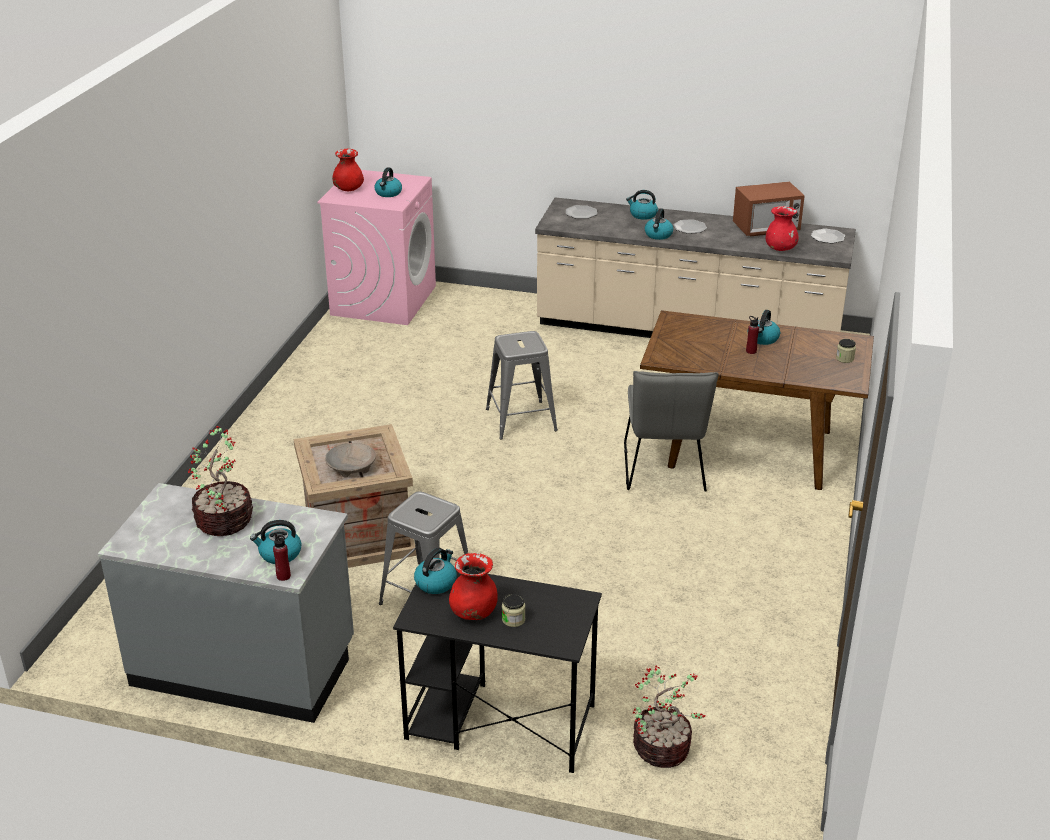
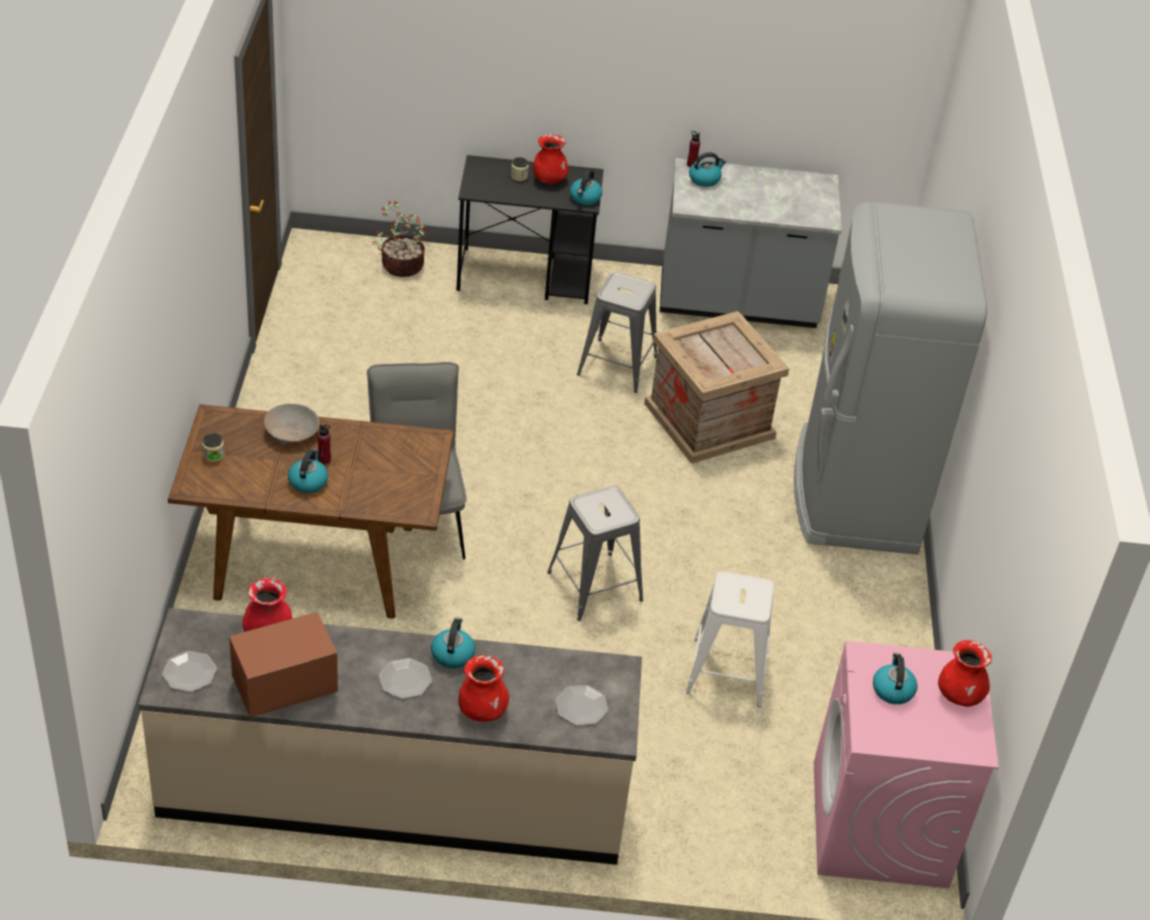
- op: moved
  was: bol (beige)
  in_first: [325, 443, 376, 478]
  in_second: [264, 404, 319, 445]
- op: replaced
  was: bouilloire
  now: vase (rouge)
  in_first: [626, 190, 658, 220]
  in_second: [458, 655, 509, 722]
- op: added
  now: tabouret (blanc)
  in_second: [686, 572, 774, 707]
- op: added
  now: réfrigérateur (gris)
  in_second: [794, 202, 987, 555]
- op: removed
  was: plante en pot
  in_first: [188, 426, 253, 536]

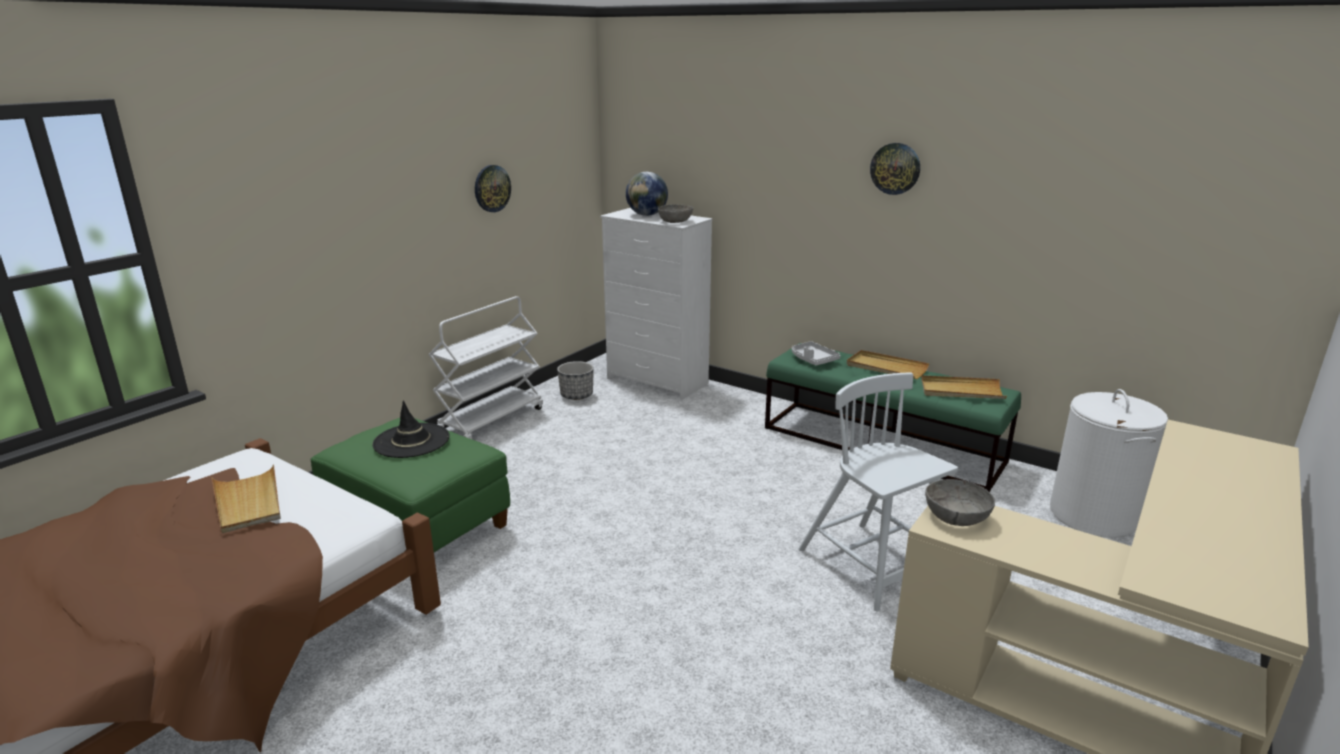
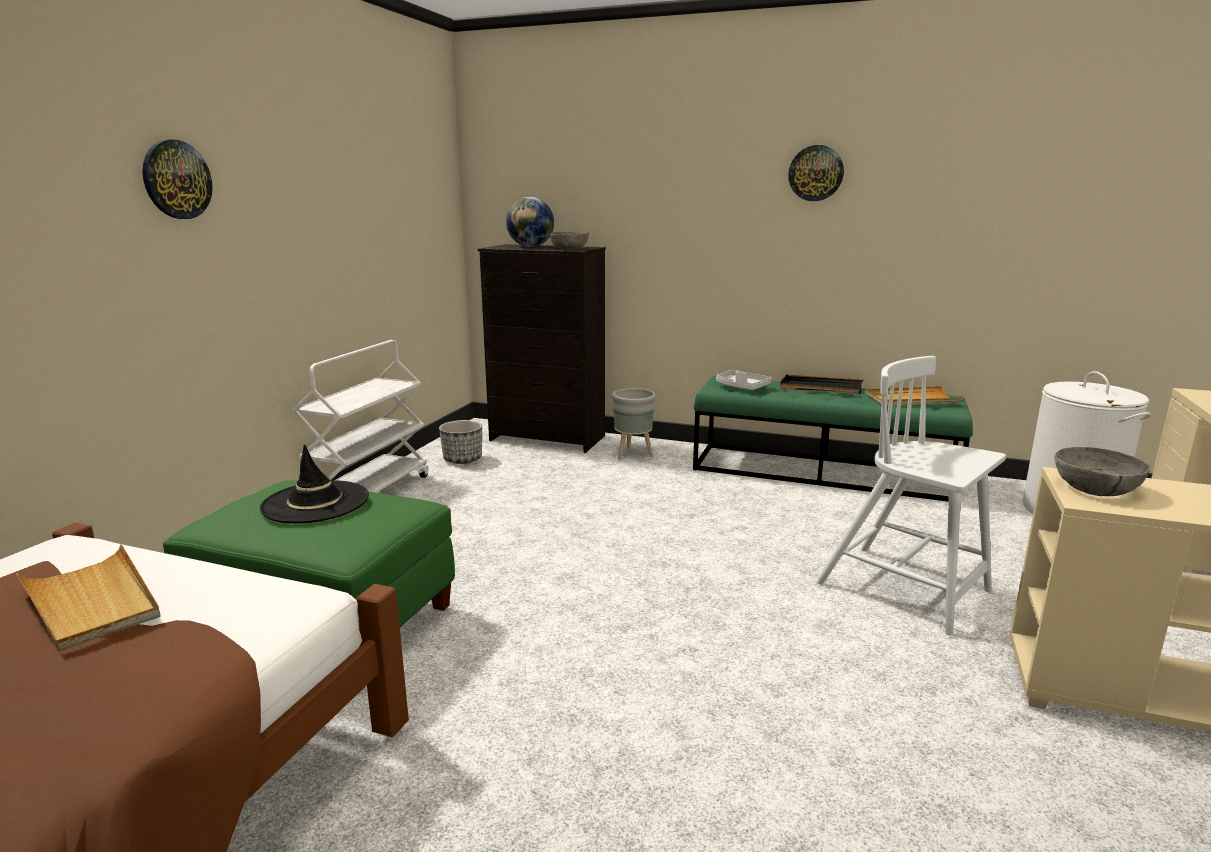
- op: moved
  was: horloge murale
  in_first: [475, 165, 511, 212]
  in_second: [142, 140, 212, 219]
- op: recoloured
  was: commode (blanc)
  now: commode (noir)
  in_first: [600, 208, 713, 400]
  in_second: [478, 244, 606, 453]
- op: added
  now: cache-pot (gris)
  in_second: [612, 388, 655, 460]
- op: recoloured
  was: plateau (beige)
  now: plateau (noir)
  in_first: [847, 350, 929, 379]
  in_second: [779, 375, 863, 394]

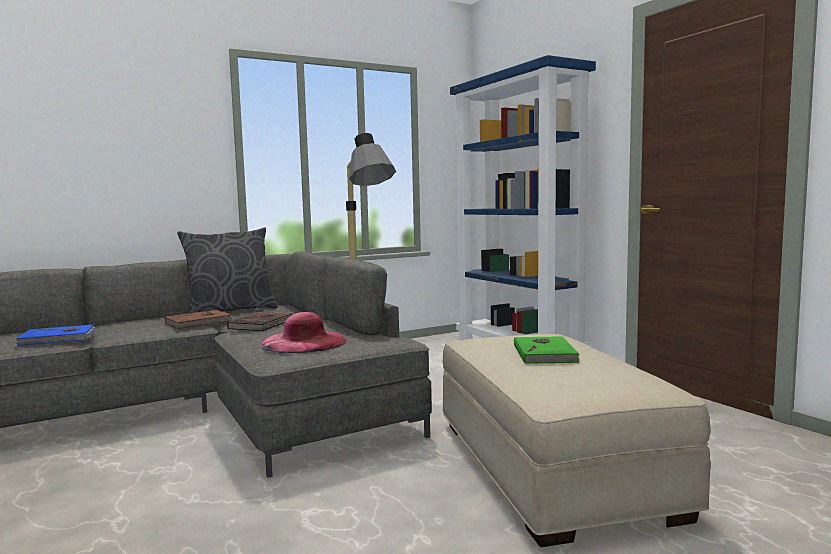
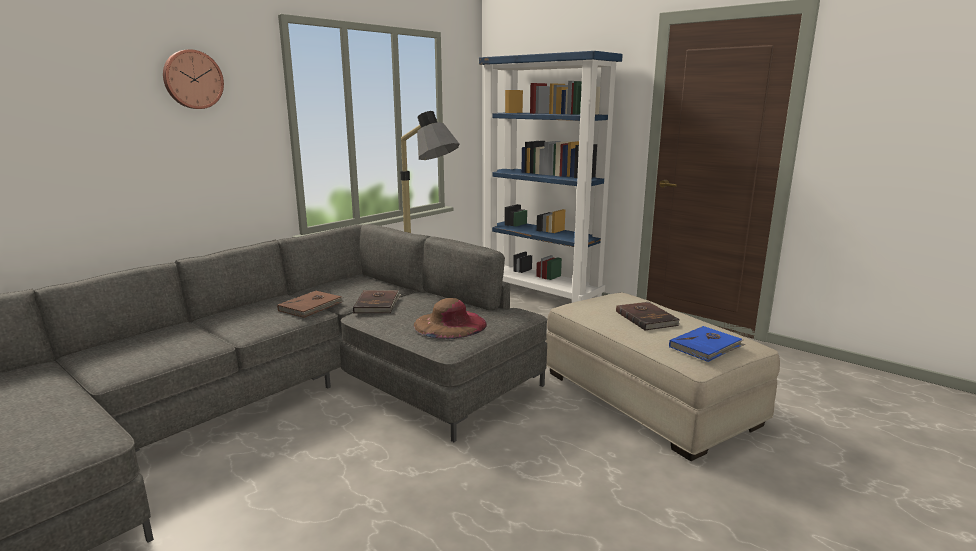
- op: added
  now: horloge murale
  in_second: [163, 49, 224, 109]
- op: recoloured
  was: chapeau (rose)
  now: chapeau (marron)
  in_first: [261, 312, 347, 353]
  in_second: [414, 298, 487, 339]
- op: recoloured
  was: livre (vert)
  now: livre (marron)
  in_first: [514, 336, 580, 364]
  in_second: [616, 302, 680, 331]
- op: moved
  was: livre (bleu)
  in_first: [16, 324, 96, 346]
  in_second: [669, 326, 745, 362]
- op: removed
  was: coussin (gris)
  in_first: [177, 227, 277, 314]

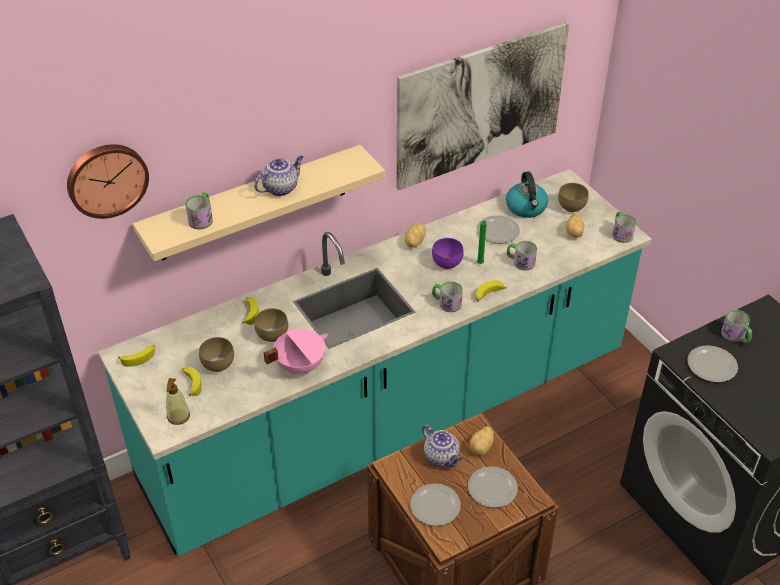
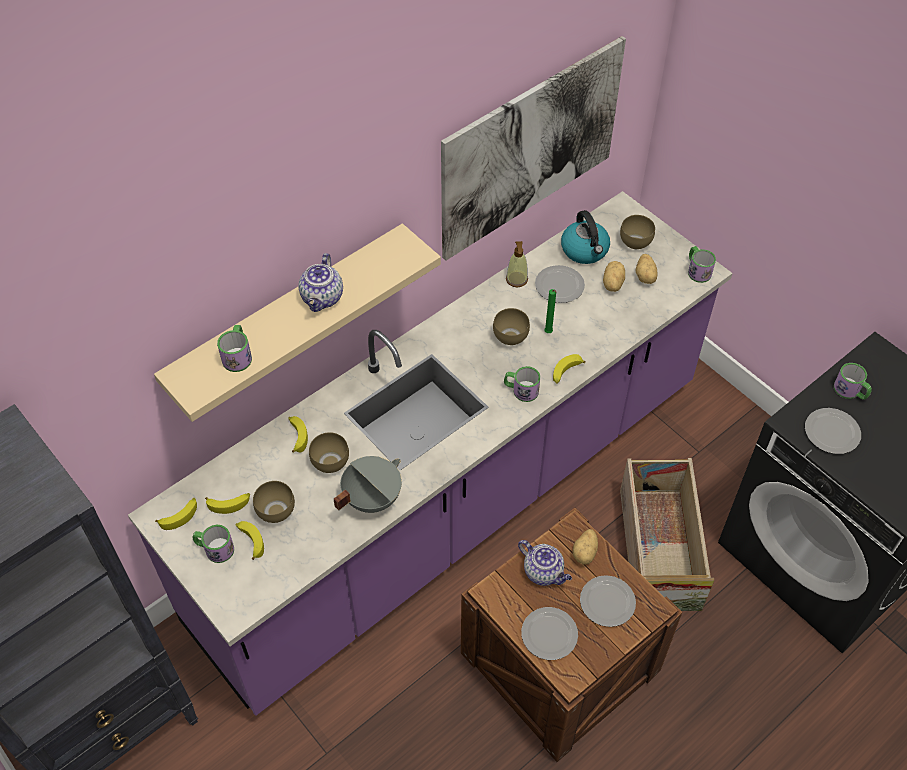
- op: recoloured
  was: comptoir de cuisine (turquoise)
  now: comptoir de cuisine (violet)
  in_first: [98, 169, 652, 556]
  in_second: [128, 191, 732, 716]
- op: moved
  was: mug
  in_first: [507, 241, 537, 271]
  in_second: [192, 525, 234, 563]
- op: added
  now: banane
  in_second: [205, 493, 250, 514]
- op: turned
  was: théière
  in_first: [254, 156, 303, 196]
  in_second: [299, 253, 343, 312]
  clockwise: 150
- op: recoloured
  was: marmite (rose)
  now: marmite (gris)
  in_first: [264, 329, 328, 374]
  in_second: [334, 456, 402, 513]
- op: recoloured
  was: bol (violet)
  now: bol (marron)
  in_first: [432, 238, 463, 269]
  in_second: [493, 308, 530, 345]
- op: moved
  was: distributeur de savon
  in_first: [166, 378, 190, 425]
  in_second: [506, 241, 528, 288]
- op: moved
  was: pomme de terre
  in_first: [405, 222, 426, 248]
  in_second: [603, 261, 625, 292]
- op: added
  now: caisse
  in_second: [620, 458, 714, 611]
- op: removed
  was: horloge murale
  in_first: [67, 144, 149, 219]

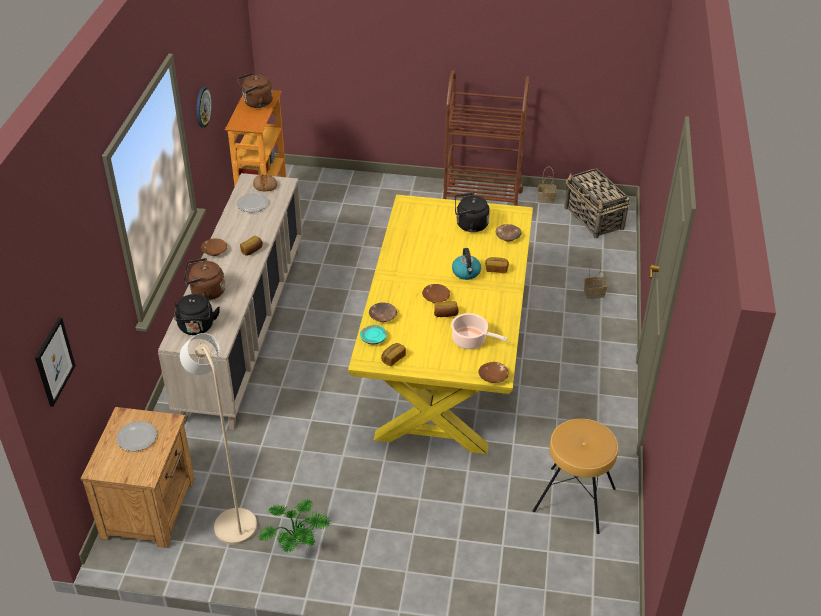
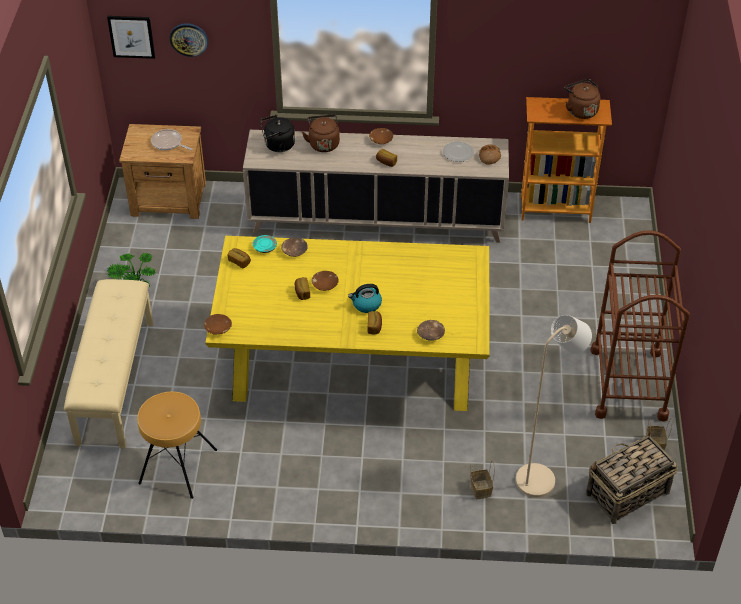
- op: added
  now: banc (beige)
  in_second: [64, 279, 153, 448]
- op: replaced
  was: assiette
  now: poêle
  in_first: [117, 421, 157, 451]
  in_second: [151, 129, 192, 150]
- op: moved
  was: horloge murale
  in_first: [196, 87, 212, 128]
  in_second: [170, 23, 208, 57]
- op: moved
  was: lampadaire (beige)
  in_first: [180, 333, 257, 545]
  in_second: [515, 315, 592, 497]
- op: removed
  was: marmite
  in_first: [451, 313, 508, 349]
- op: removed
  was: bouilloire (noir)
  in_first: [455, 193, 490, 232]

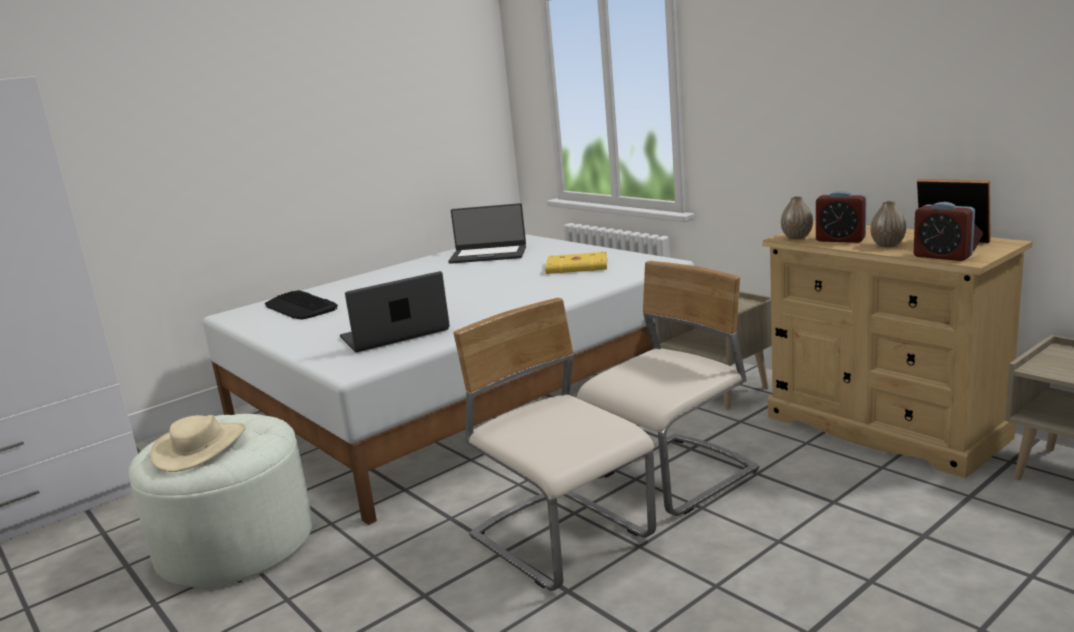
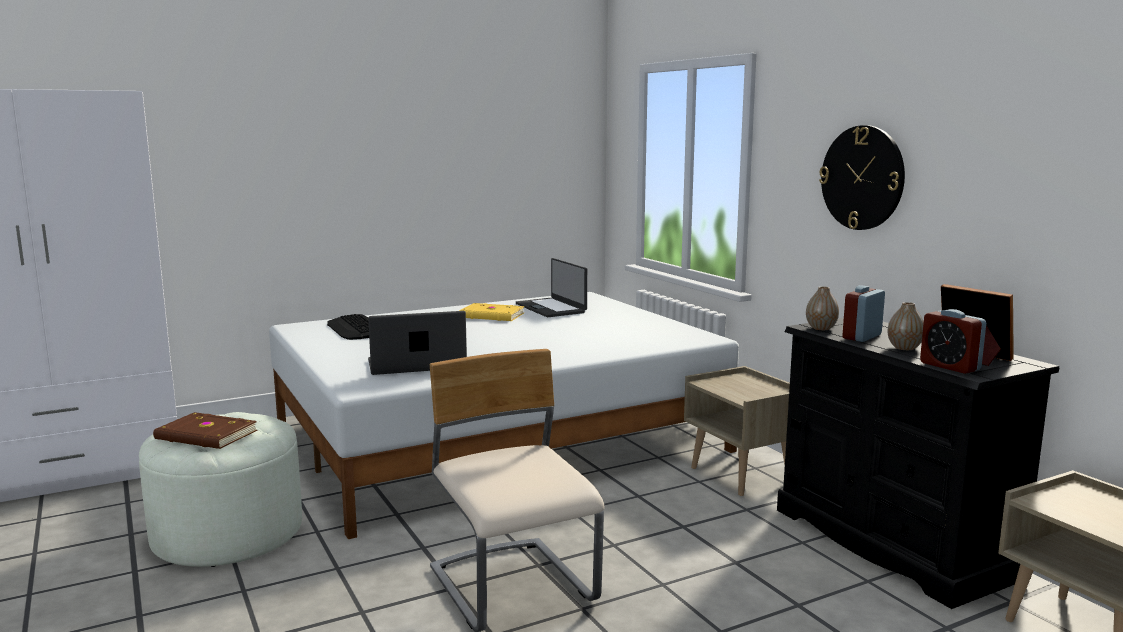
- op: replaced
  was: chapeau (beige)
  now: livre (marron)
  in_first: [150, 415, 246, 472]
  in_second: [153, 412, 257, 449]
- op: moved
  was: livre (jaune)
  in_first: [545, 252, 607, 274]
  in_second: [459, 303, 524, 321]
- op: turned
  was: ordinateur portable
  in_first: [449, 203, 526, 264]
  in_second: [516, 258, 587, 317]
  clockwise: 45
- op: recoloured
  was: commode (beige)
  now: commode (noir)
  in_first: [762, 221, 1032, 479]
  in_second: [777, 318, 1059, 609]
- op: added
  now: horloge murale
  in_second: [819, 125, 905, 230]
- op: turned
  was: réveil
  in_first: [816, 191, 867, 243]
  in_second: [842, 285, 885, 342]
  clockwise: 90
- op: removed
  was: chaise (beige)
  in_first: [577, 261, 759, 516]

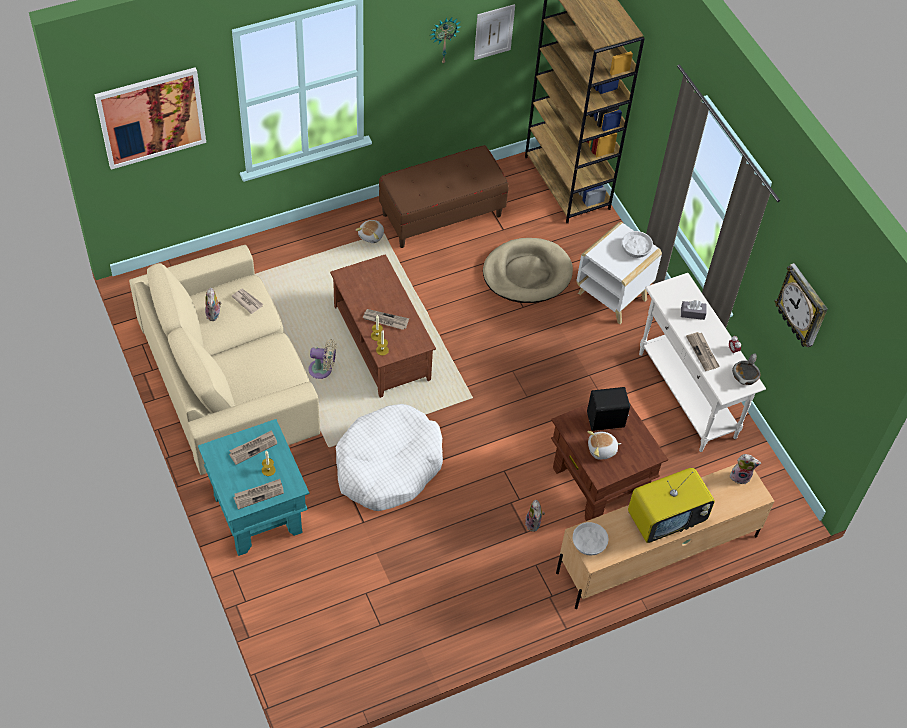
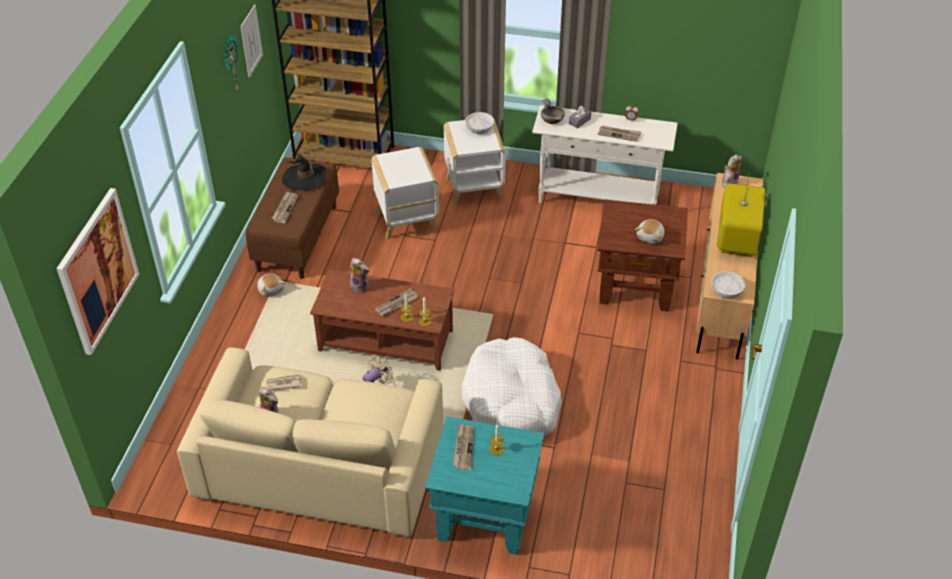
- op: moved
  was: journal
  in_first: [233, 479, 284, 510]
  in_second: [272, 191, 298, 223]
- op: added
  now: chapeau (noir)
  in_second: [282, 155, 326, 191]
- op: moved
  was: peluche
  in_first: [525, 500, 545, 532]
  in_second: [350, 258, 369, 293]
- op: replaced
  was: panier pour chien (beige)
  now: table d'appoint (blanc)
  in_first: [483, 238, 573, 303]
  in_second: [372, 147, 439, 239]
- op: moved
  was: bol (gris)
  in_first: [732, 353, 760, 385]
  in_second: [541, 99, 565, 124]
- op: removed
  was: enceinte (noir)
  in_first: [587, 387, 631, 431]
- op: removed
  was: horloge murale
  in_first: [774, 263, 828, 347]

